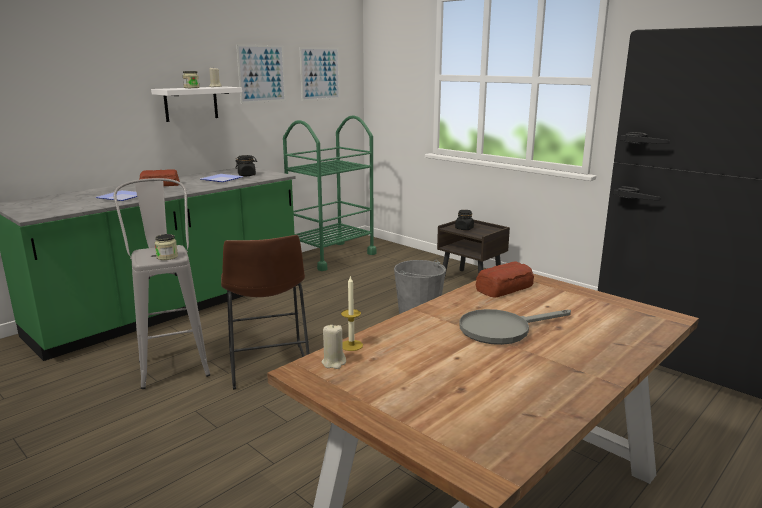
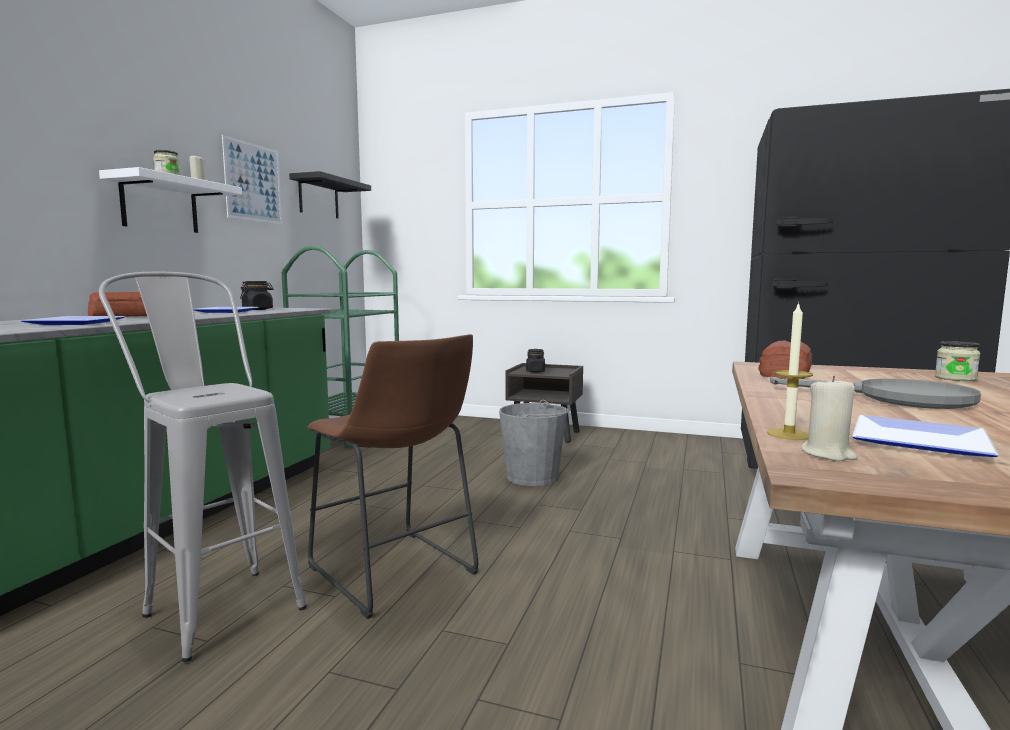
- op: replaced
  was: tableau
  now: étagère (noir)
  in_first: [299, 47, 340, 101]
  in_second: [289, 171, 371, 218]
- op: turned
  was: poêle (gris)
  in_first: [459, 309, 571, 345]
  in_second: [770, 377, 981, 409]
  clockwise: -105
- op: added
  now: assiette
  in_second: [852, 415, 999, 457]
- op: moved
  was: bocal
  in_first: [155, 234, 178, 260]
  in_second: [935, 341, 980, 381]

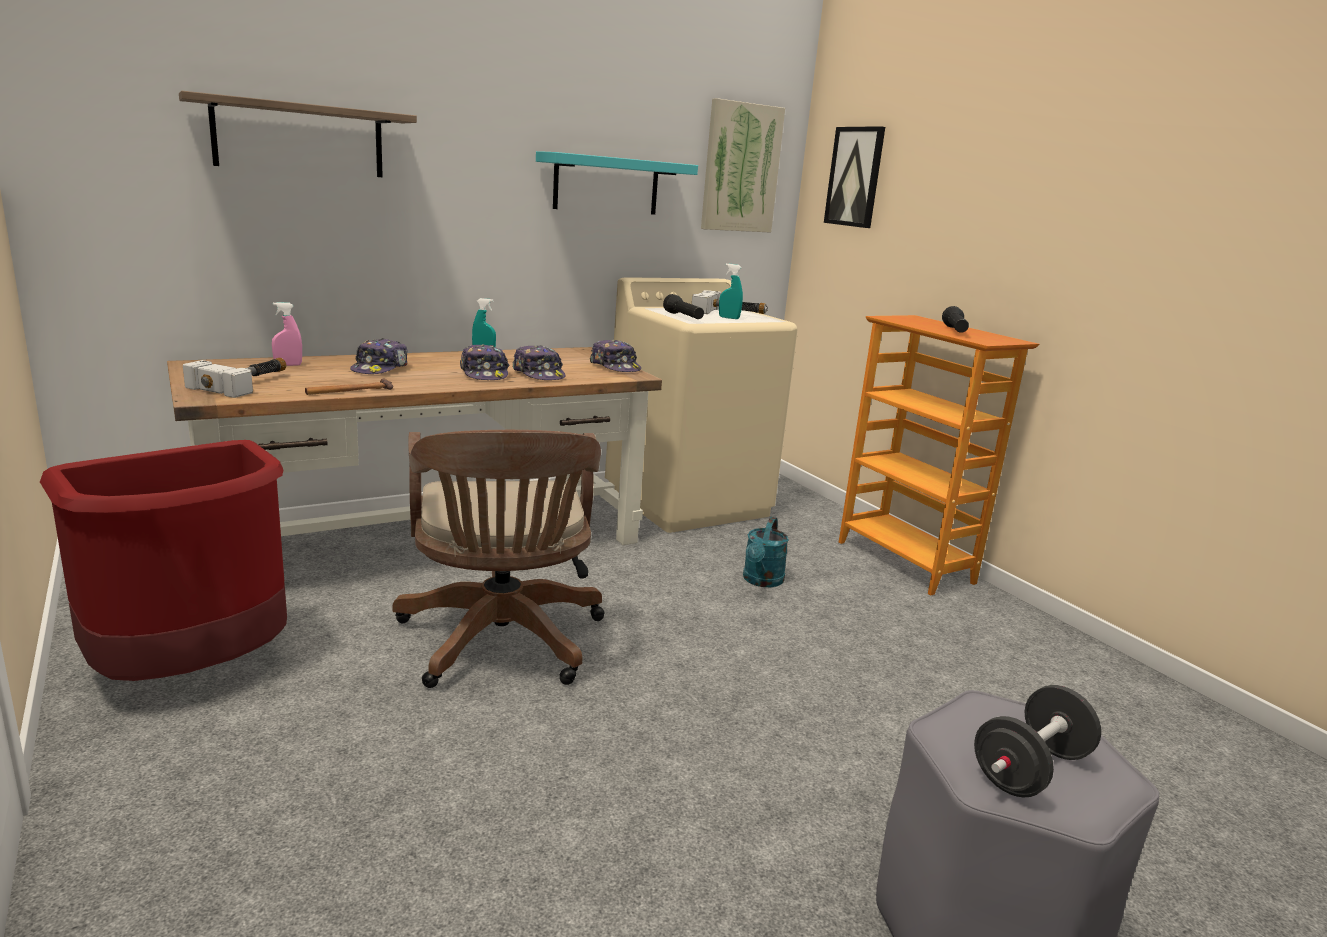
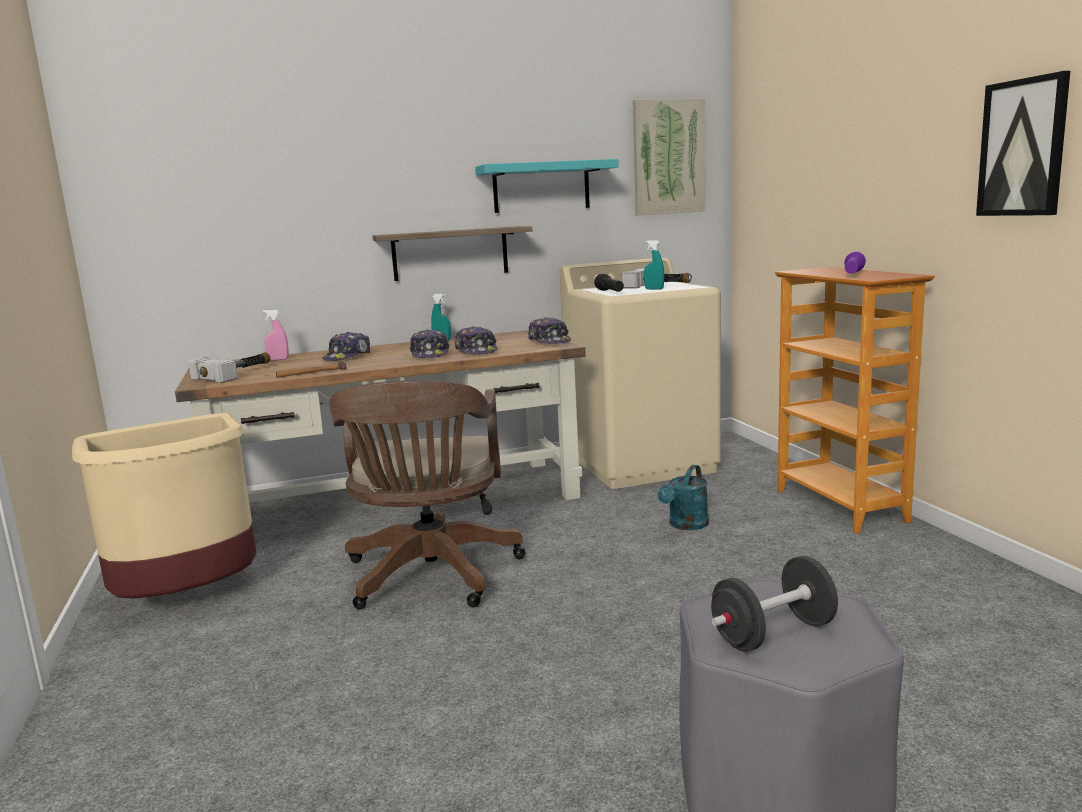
- op: recoloured
  was: poubelle (rouge)
  now: poubelle (beige)
  in_first: [40, 440, 287, 681]
  in_second: [72, 413, 256, 599]
- op: moved
  was: étagère
  in_first: [179, 91, 417, 177]
  in_second: [372, 226, 532, 281]
- op: recoloured
  was: lampe de poche (noir)
  now: lampe de poche (violet)
  in_first: [942, 306, 969, 333]
  in_second: [844, 252, 866, 274]
- op: moved
  was: tableau
  in_first: [824, 126, 885, 228]
  in_second: [976, 71, 1070, 216]

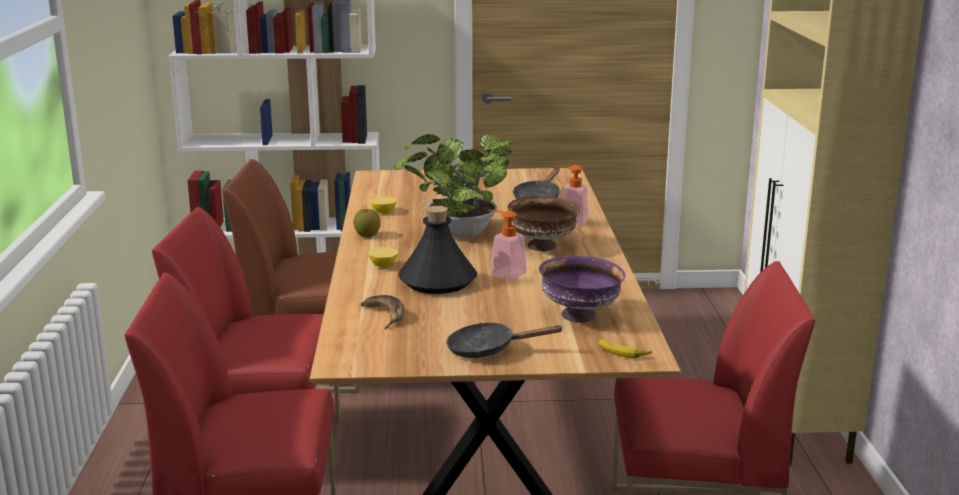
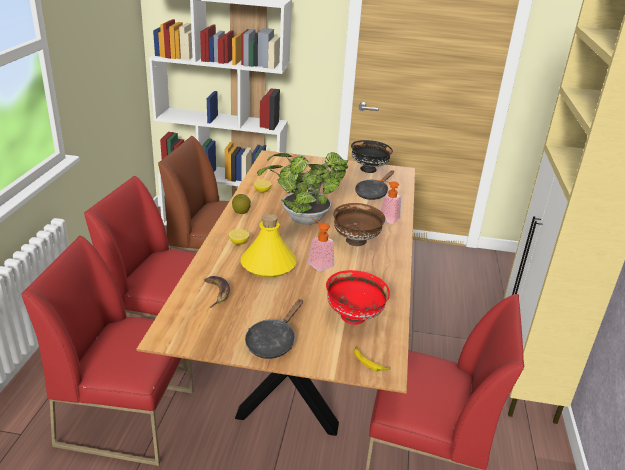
- op: recoloured
  was: bouteille (noir)
  now: bouteille (jaune)
  in_first: [398, 206, 477, 294]
  in_second: [240, 214, 297, 278]
- op: turned
  was: poêle (noir)
  in_first: [446, 323, 564, 358]
  in_second: [245, 299, 303, 359]
  clockwise: -75
- op: recoloured
  was: bol (violet)
  now: bol (rouge)
  in_first: [539, 256, 626, 323]
  in_second: [326, 270, 390, 325]
- op: added
  now: bol (noir)
  in_second: [351, 140, 393, 173]

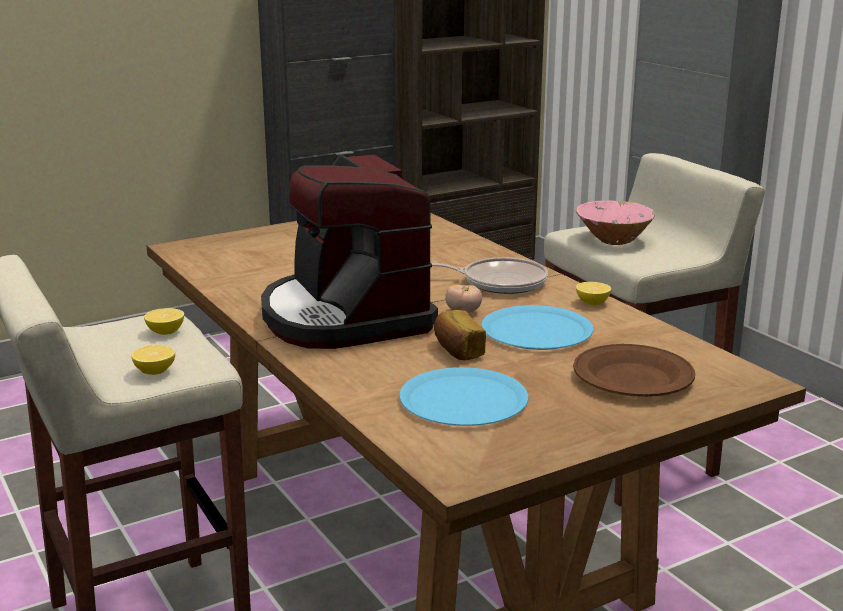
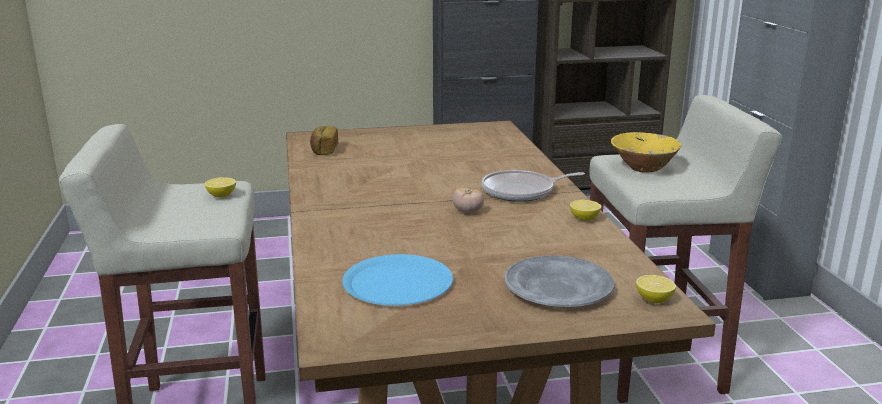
- op: moved
  was: pain
  in_first: [434, 310, 486, 360]
  in_second: [310, 126, 338, 155]
- op: turned
  was: poêle
  in_first: [430, 257, 548, 294]
  in_second: [482, 170, 585, 202]
  clockwise: 135
- op: recoloured
  was: assiette (marron)
  now: assiette (gris)
  in_first: [573, 344, 695, 397]
  in_second: [504, 255, 614, 307]
- op: recoloured
  was: bol (rose)
  now: bol (jaune)
  in_first: [576, 201, 655, 245]
  in_second: [611, 132, 682, 173]
- op: moved
  was: citron
  in_first: [131, 345, 175, 375]
  in_second: [636, 275, 676, 303]
- op: removed
  was: machine à café
  in_first: [261, 155, 438, 349]
- op: removed
  was: assiette (bleu)
  in_first: [481, 305, 593, 350]

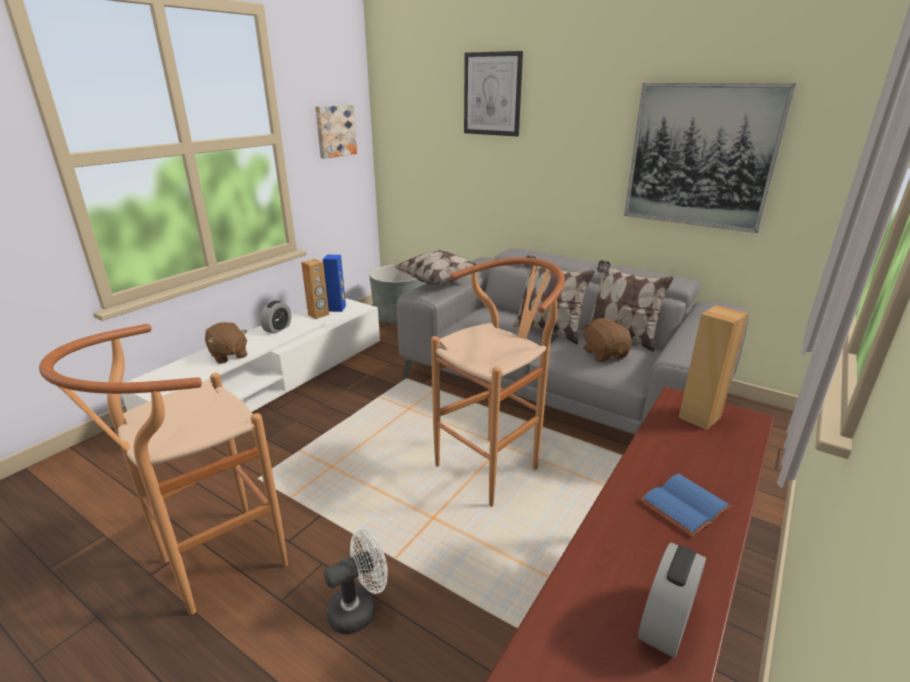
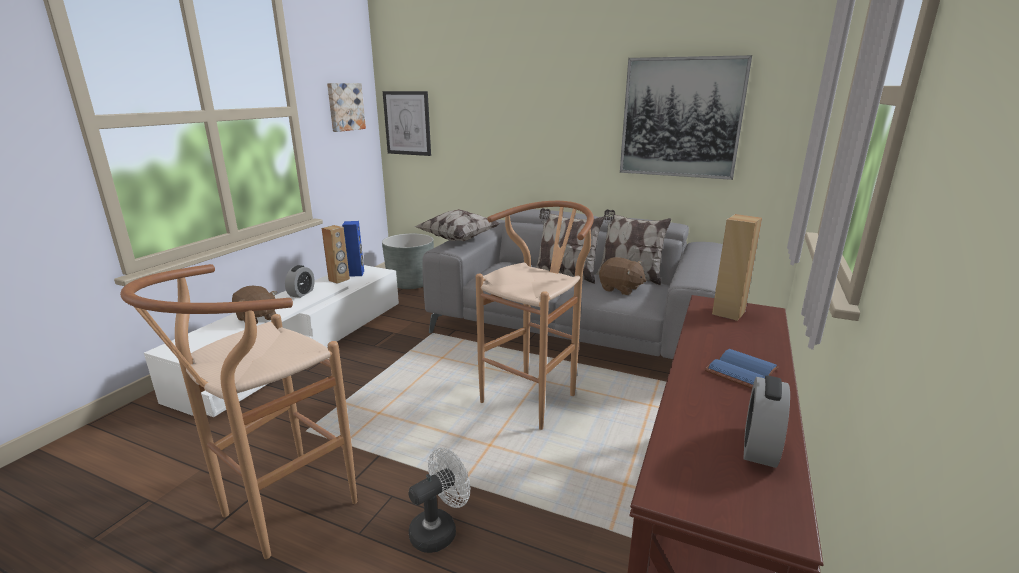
- op: moved
  was: tableau
  in_first: [464, 51, 523, 137]
  in_second: [383, 91, 431, 156]
- op: turned
  was: peluche (marron)
  in_first: [583, 318, 632, 362]
  in_second: [599, 257, 647, 295]
  clockwise: 150

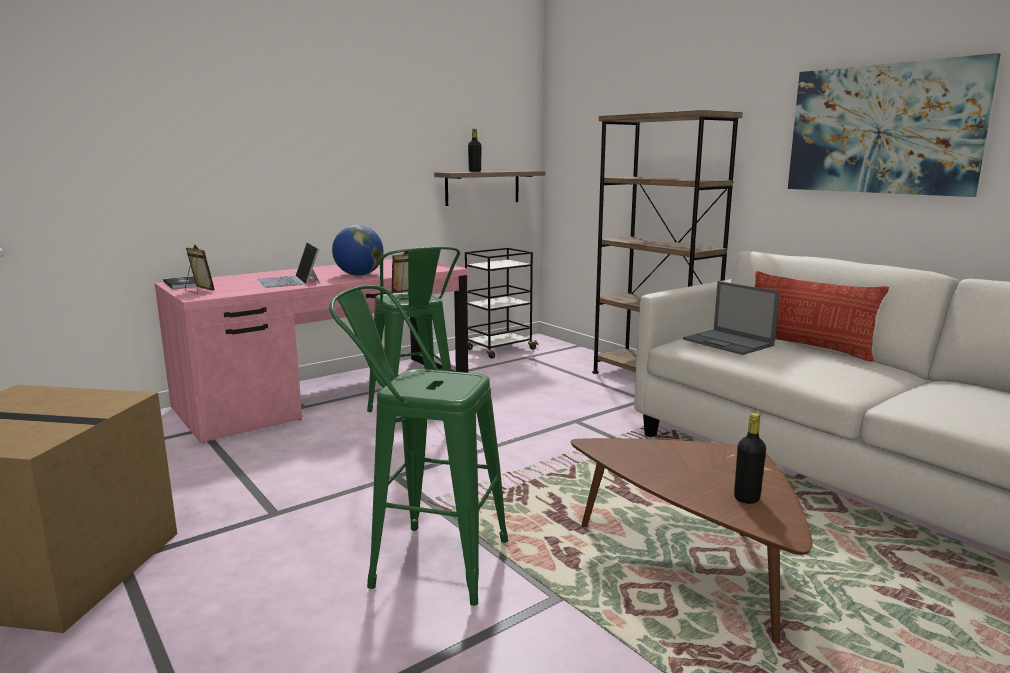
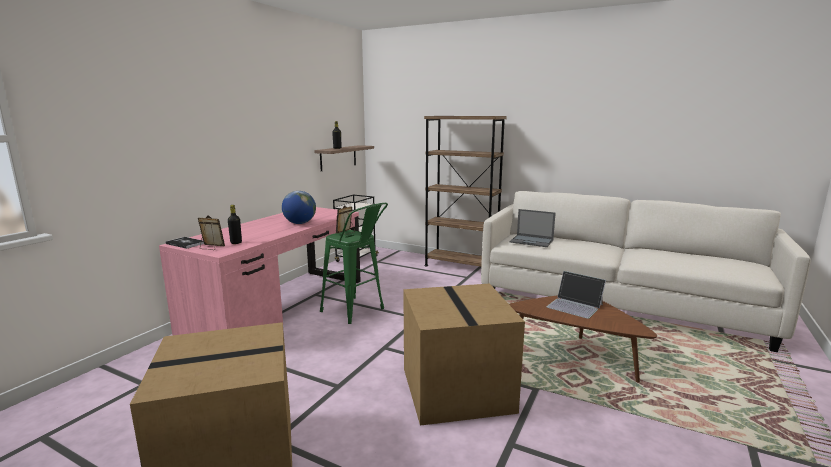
- op: moved
  was: bouteille (noir)
  in_first: [734, 413, 766, 504]
  in_second: [228, 205, 242, 244]
- op: replaced
  was: tabouret (vert)
  now: carton
  in_first: [329, 285, 508, 606]
  in_second: [403, 284, 525, 426]
- op: moved
  was: ordinateur portable
  in_first: [258, 242, 320, 288]
  in_second: [546, 271, 606, 319]
- op: removed
  was: coussin
  in_first: [755, 271, 889, 362]
- op: removed
  was: tableau
  in_first: [788, 53, 1001, 197]

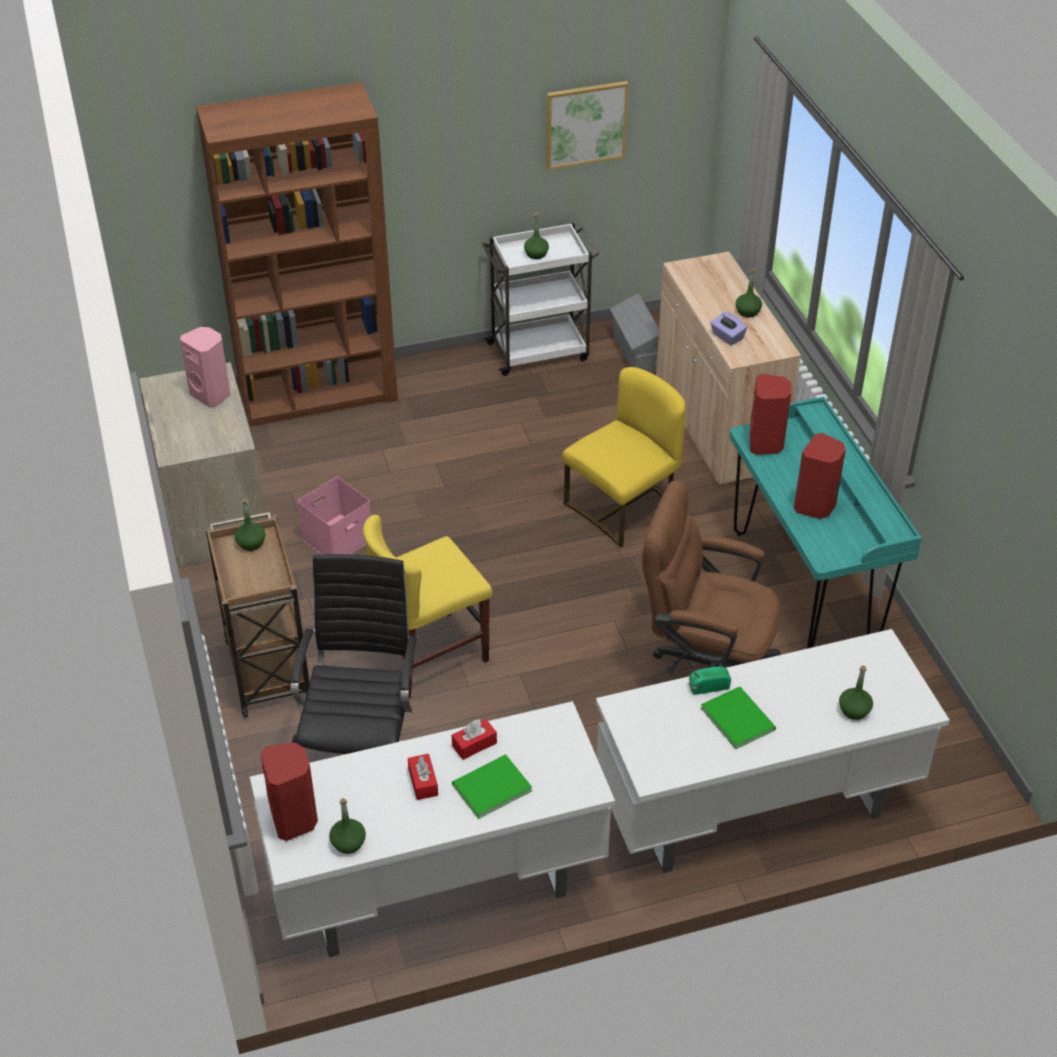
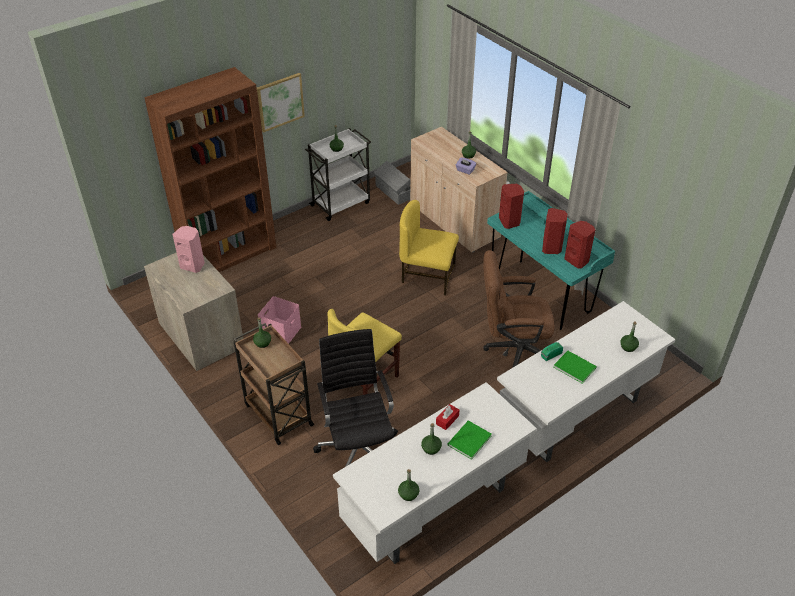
- op: moved
  was: tableau
  in_first: [546, 81, 629, 170]
  in_second: [257, 73, 305, 132]
- op: turned
  was: chaise (jaune)
  in_first: [562, 367, 686, 548]
  in_second: [399, 200, 459, 295]
  clockwise: -105
- op: replaced
  was: boîte à mouchoirs (rouge)
  now: bouteille (vert)
  in_first: [408, 754, 438, 800]
  in_second: [421, 423, 442, 455]
- op: moved
  was: enceinte (rouge)
  in_first: [260, 742, 318, 841]
  in_second: [565, 221, 595, 268]

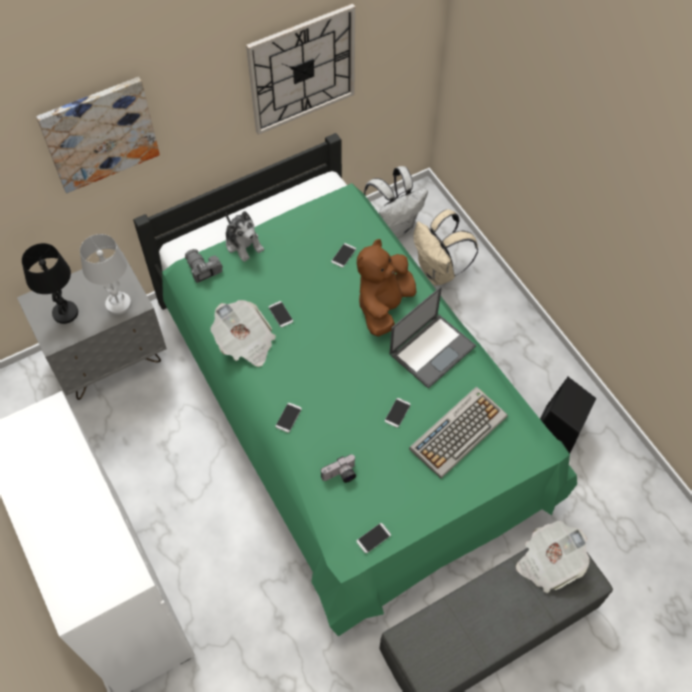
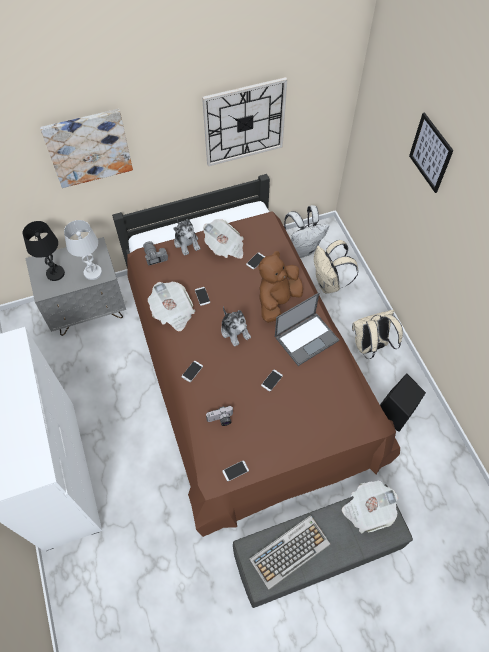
- op: recoloured
  was: lit (vert)
  now: lit (marron)
  in_first: [133, 133, 577, 636]
  in_second: [112, 174, 400, 537]
- op: added
  now: journal
  in_second: [203, 219, 244, 259]
- op: added
  now: peluche
  in_second: [221, 306, 251, 347]
- op: moved
  was: clavier
  in_first: [409, 387, 508, 478]
  in_second: [249, 515, 331, 590]
- op: added
  now: sac à dos (beige)
  in_second: [352, 309, 403, 359]
- op: added
  now: tableau
  in_second: [409, 112, 454, 193]

